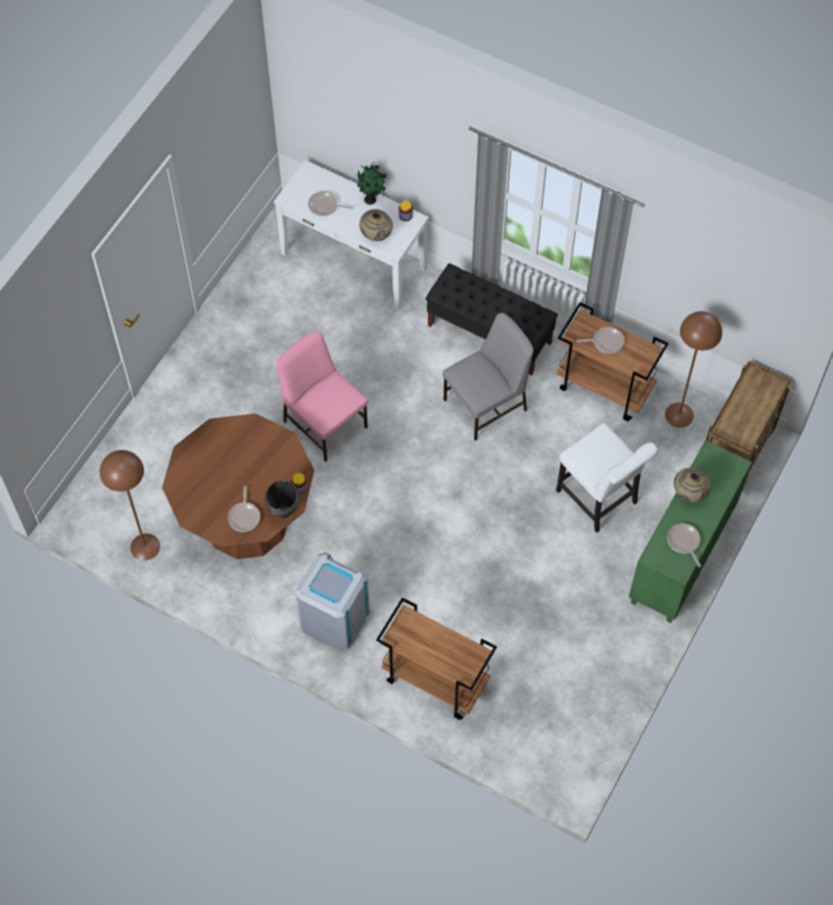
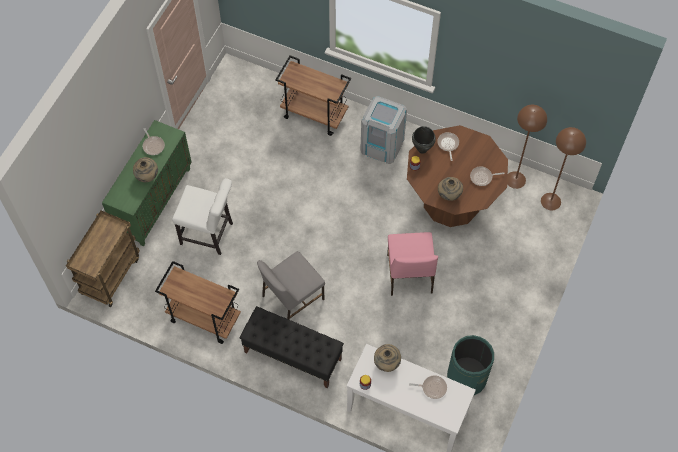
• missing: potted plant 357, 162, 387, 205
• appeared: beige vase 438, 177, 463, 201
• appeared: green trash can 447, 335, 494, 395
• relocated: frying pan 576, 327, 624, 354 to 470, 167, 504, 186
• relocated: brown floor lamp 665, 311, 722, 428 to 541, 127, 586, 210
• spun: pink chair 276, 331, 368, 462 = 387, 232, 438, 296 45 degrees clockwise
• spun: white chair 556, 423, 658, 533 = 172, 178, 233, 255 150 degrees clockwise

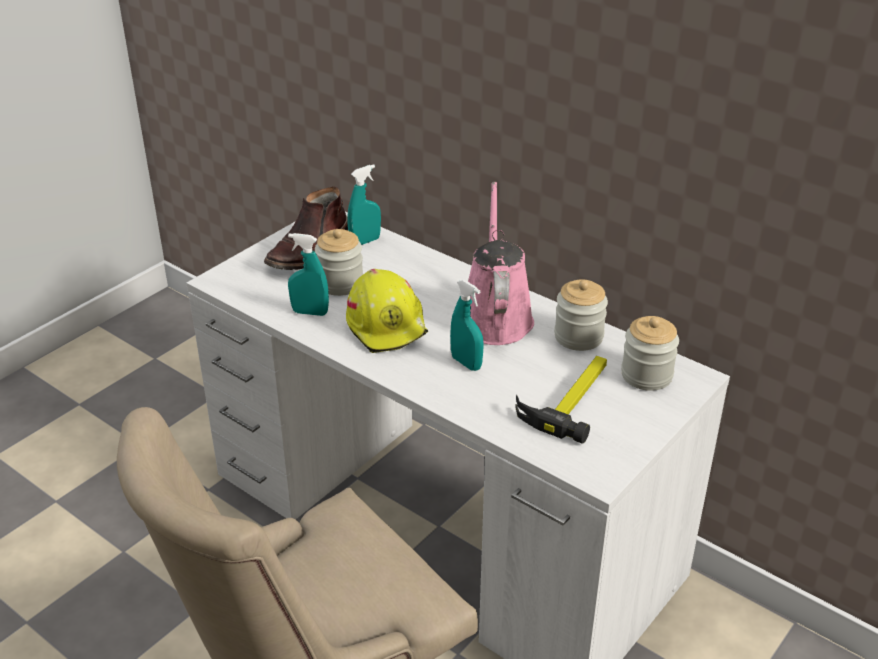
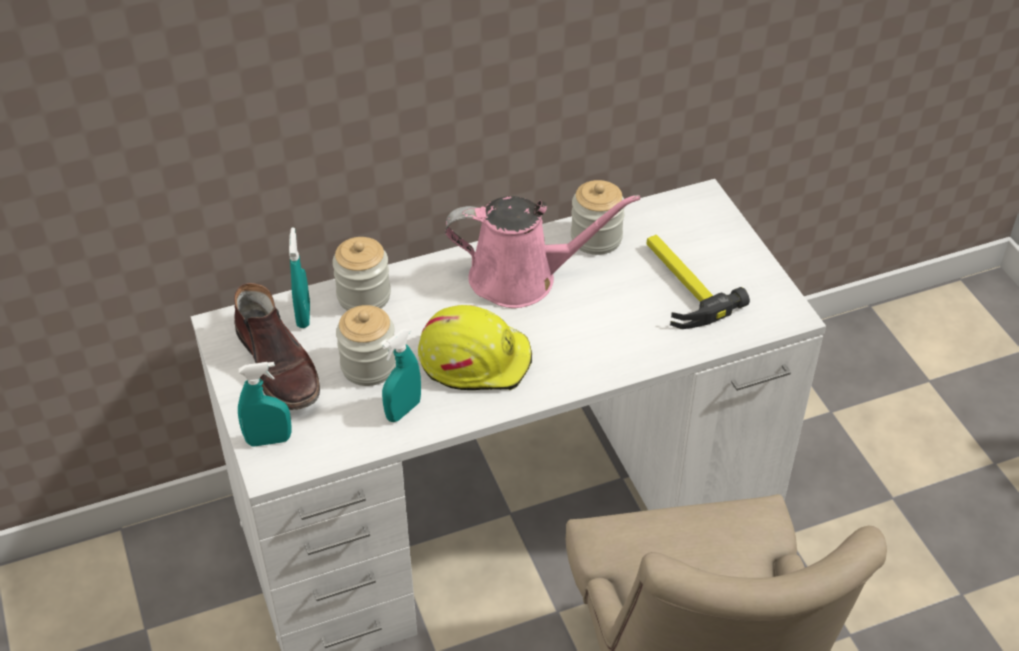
• relocated: turquoise spray bottle 450, 280, 484, 371 to 238, 362, 291, 447
• relocated: jar 621, 316, 679, 391 to 332, 237, 391, 311
• spun: pink watering can 468, 182, 534, 345 = 445, 195, 640, 308 150 degrees clockwise

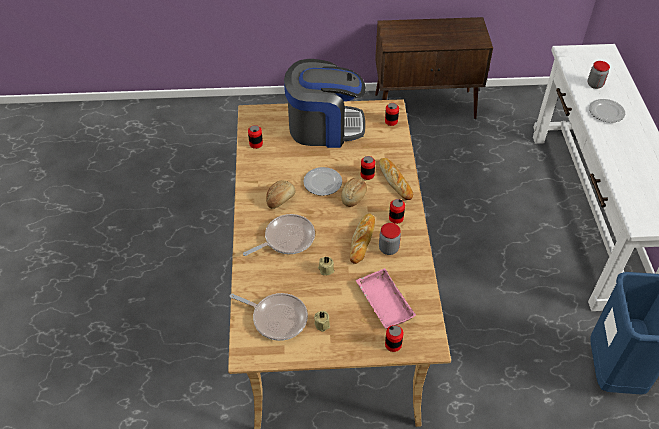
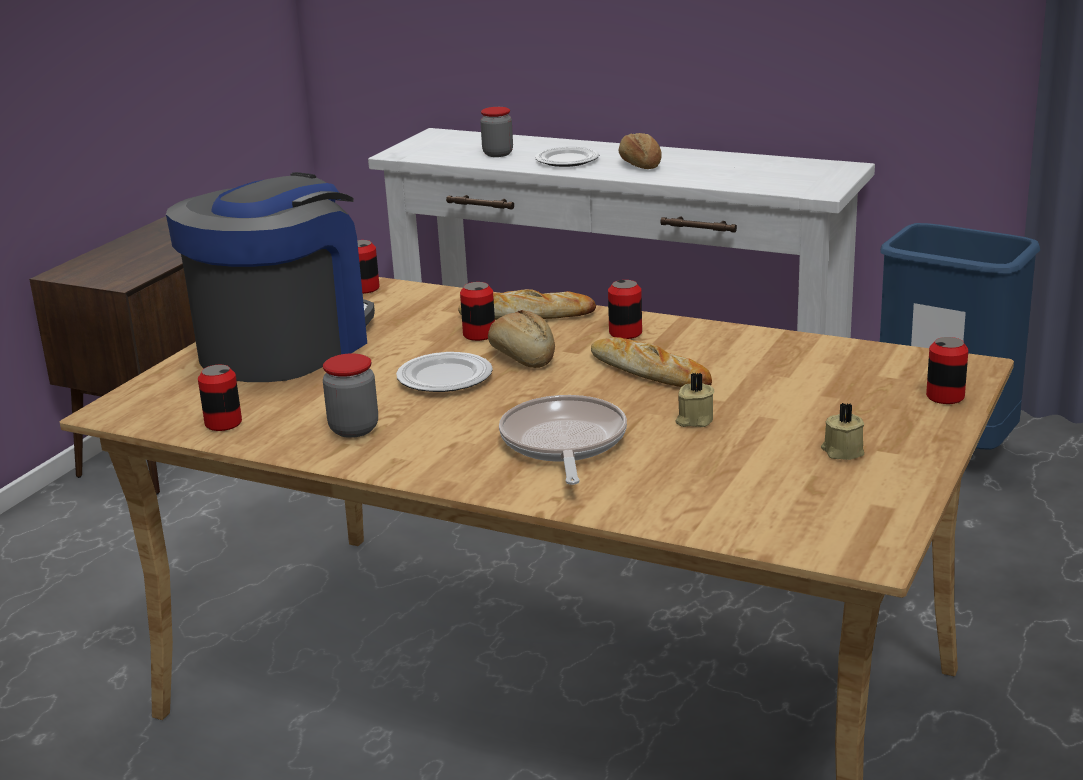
• missing: frying pan 230, 293, 308, 341
• missing: pink tray 356, 268, 416, 329
• relocated: bread 266, 180, 296, 209 to 619, 133, 662, 169
• relocated: jar 379, 223, 401, 255 to 323, 353, 378, 438

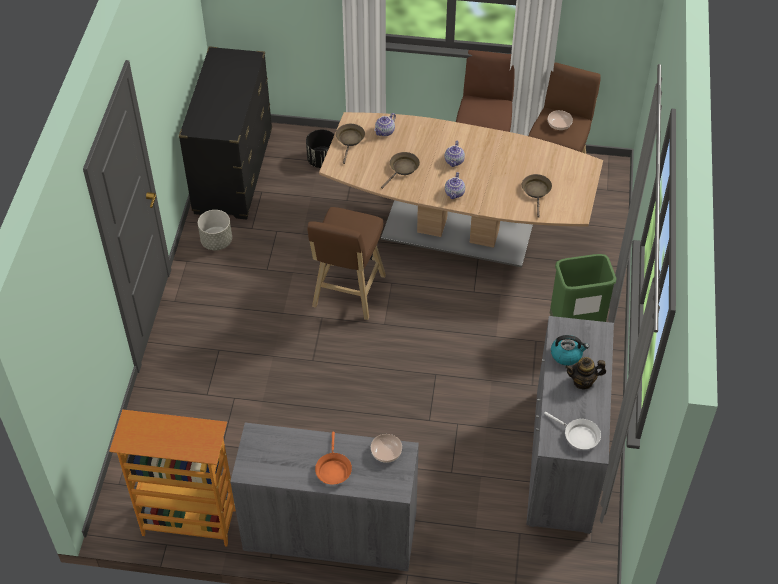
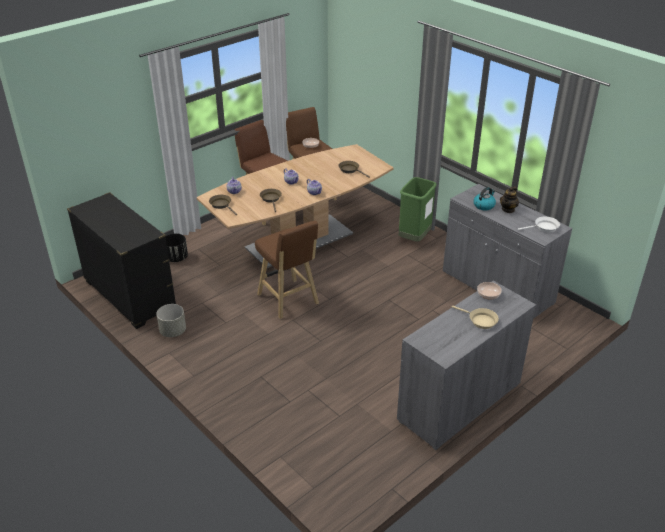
• missing: bookcase 109, 409, 236, 547
• colour: orange frying pan 315, 431, 352, 485 to beige frying pan 452, 306, 499, 329

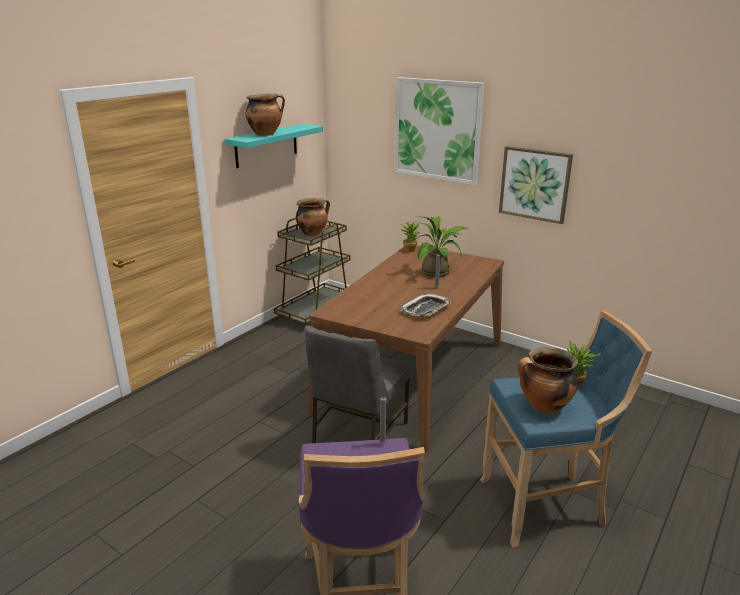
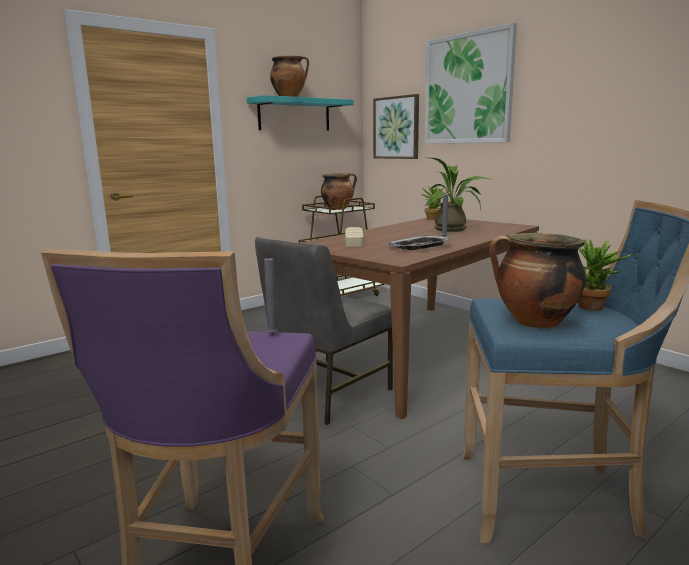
• appeared: beige tray 345, 227, 364, 247
• relocated: picture 499, 146, 573, 224 to 373, 94, 419, 159

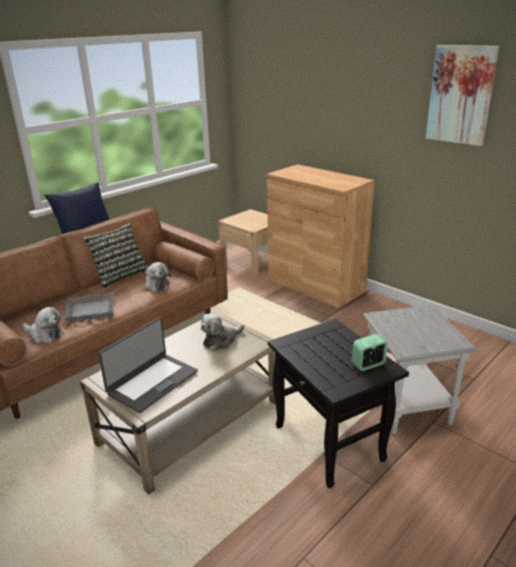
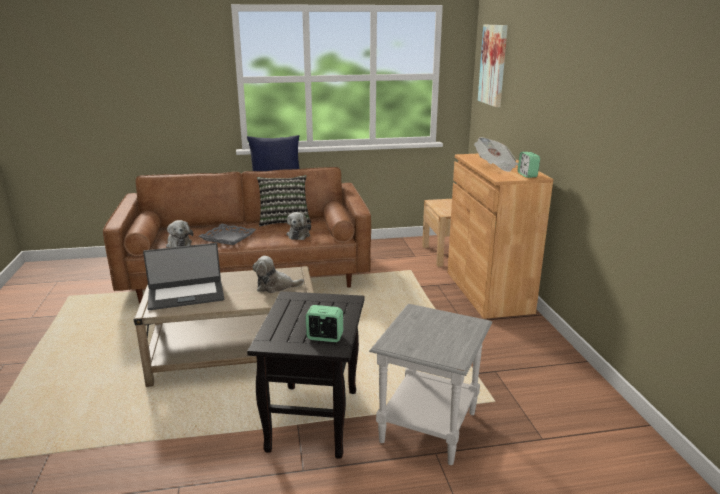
• appeared: newspaper 474, 137, 518, 172
• appeared: alarm clock 518, 152, 540, 178
• relocated: picture 426, 45, 499, 146 to 478, 25, 508, 107

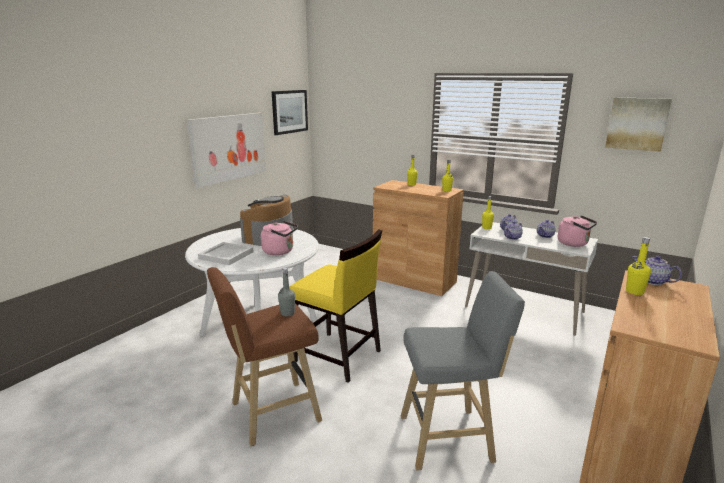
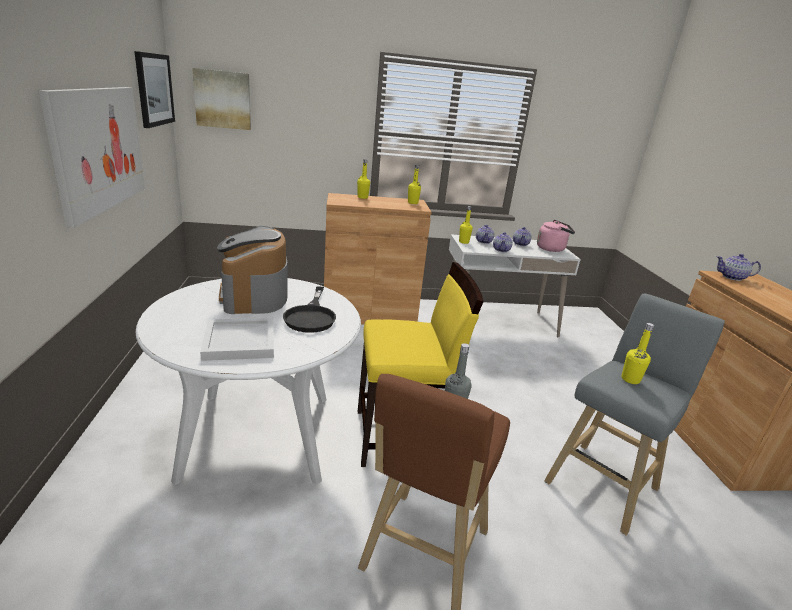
• relocated: picture 605, 97, 672, 152 to 192, 68, 251, 130
• relocated: yellow bottle 626, 237, 651, 295 to 622, 323, 654, 384
• exchanged: pink kettle 261, 221, 298, 255 to black frying pan 283, 286, 336, 333

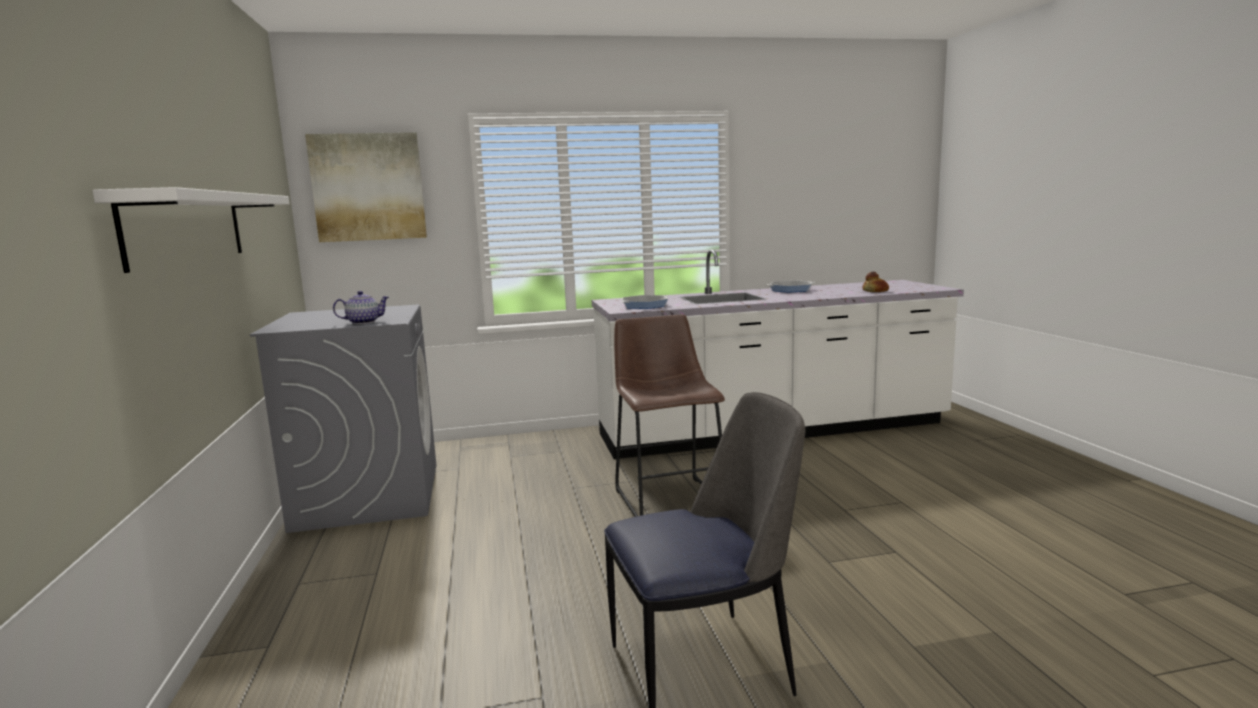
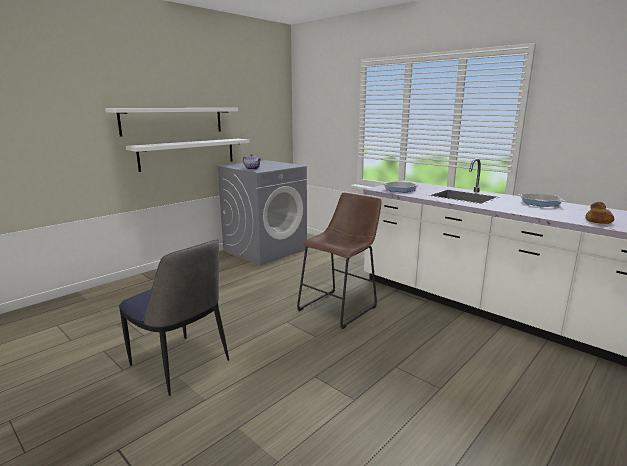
• missing: picture 305, 132, 427, 242
• appeared: white shelf 126, 139, 250, 172

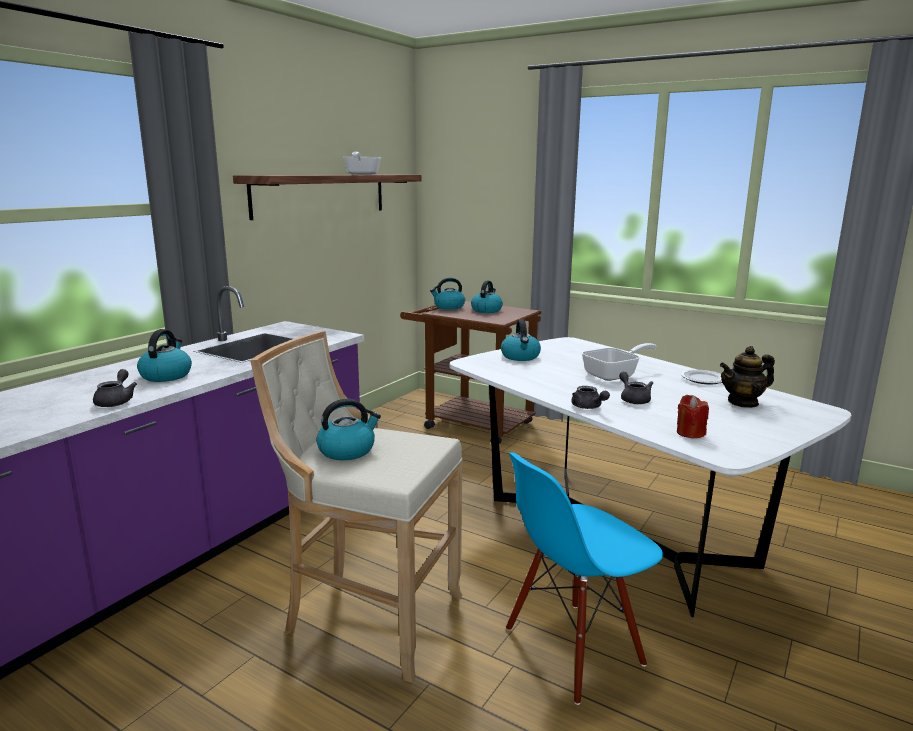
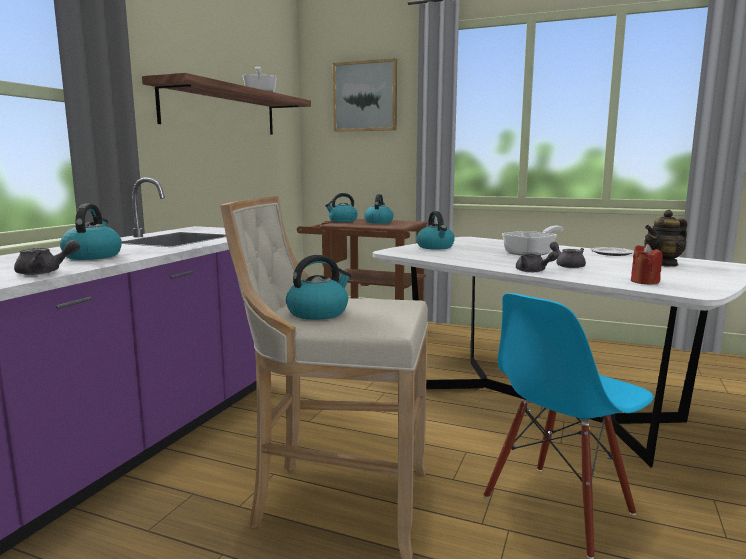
• appeared: picture 333, 58, 397, 132
• spun: grey teapot 93, 369, 137, 407 = 14, 240, 80, 275 75 degrees clockwise

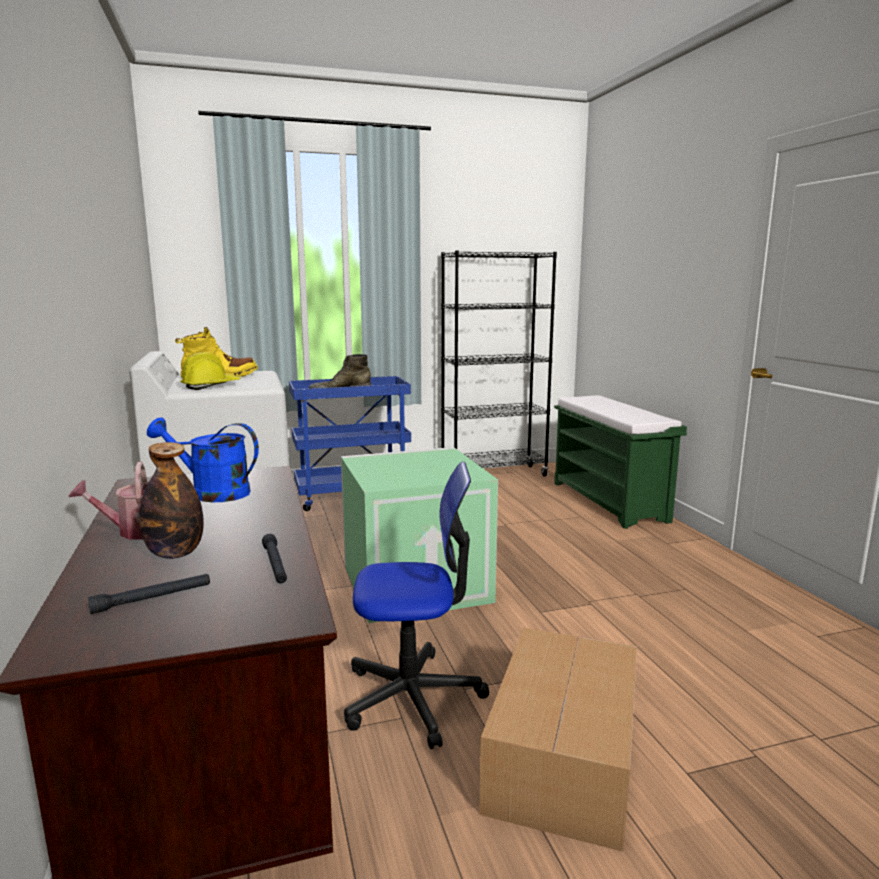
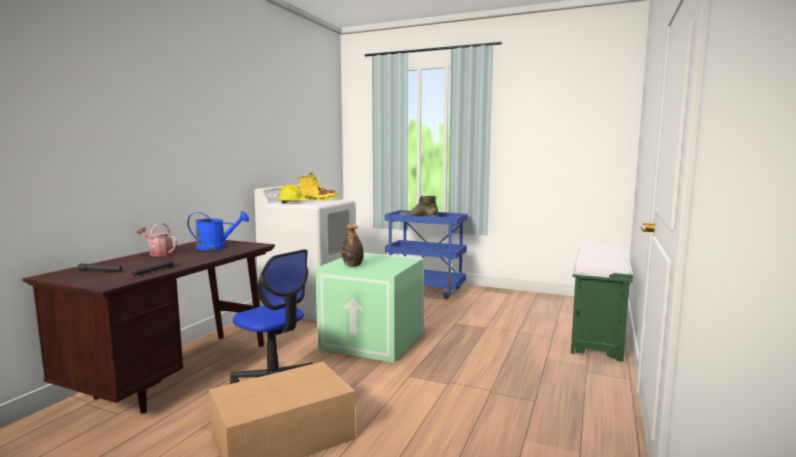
• missing: black bookcase 441, 251, 557, 477
• relocated: bottle 139, 442, 204, 559 to 342, 224, 364, 267
• spun: blue watering can 147, 417, 259, 502 = 187, 211, 249, 250 120 degrees clockwise

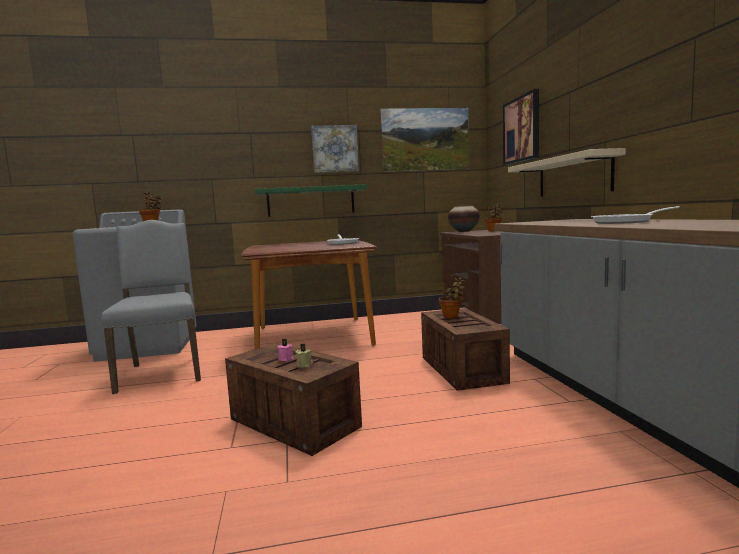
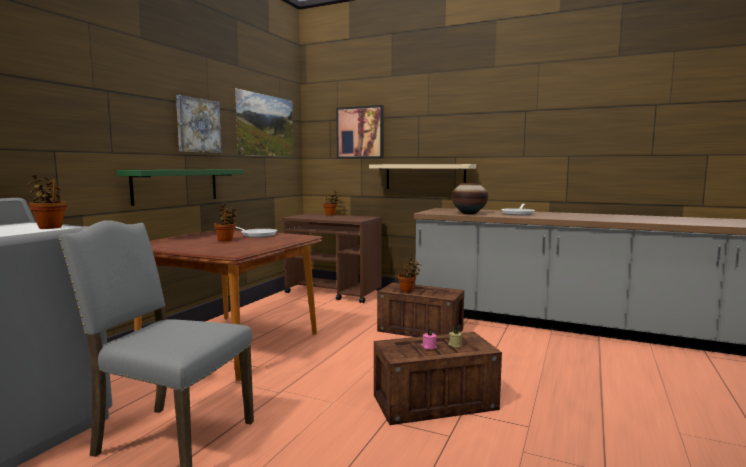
• appeared: potted plant 214, 204, 238, 241
• relocated: vase 448, 204, 480, 232 to 452, 183, 488, 214

